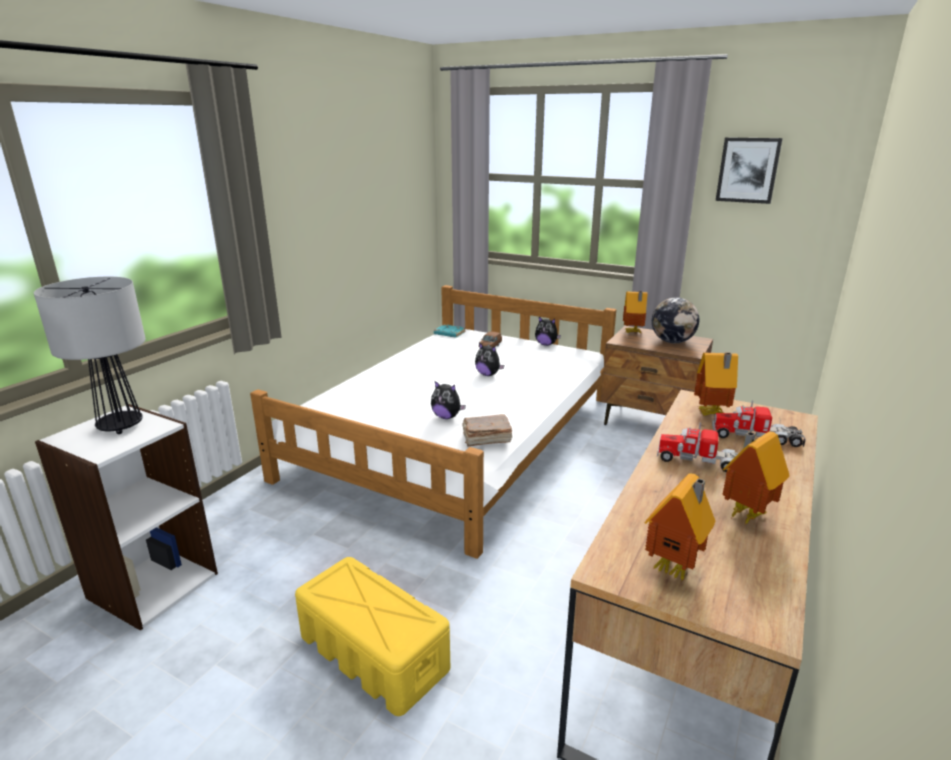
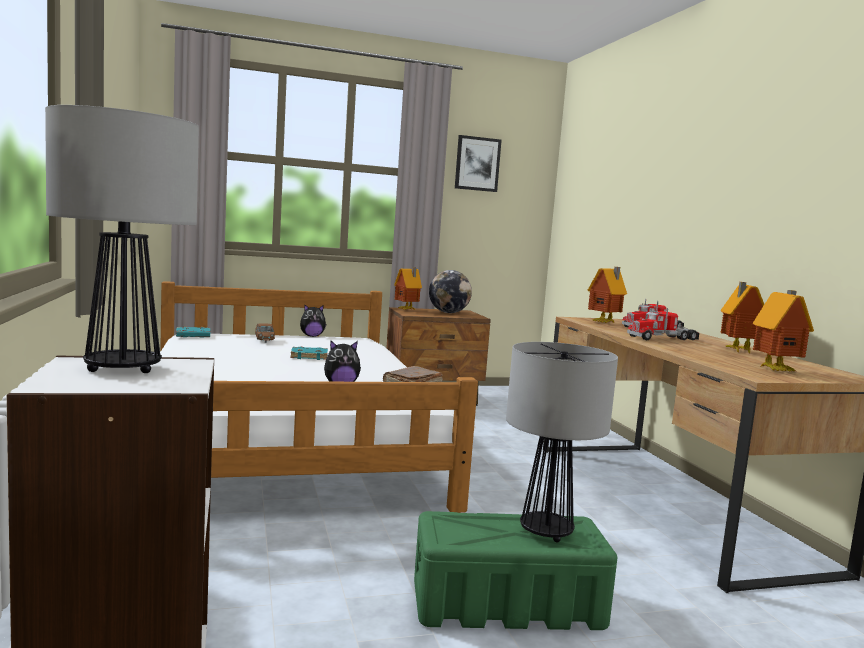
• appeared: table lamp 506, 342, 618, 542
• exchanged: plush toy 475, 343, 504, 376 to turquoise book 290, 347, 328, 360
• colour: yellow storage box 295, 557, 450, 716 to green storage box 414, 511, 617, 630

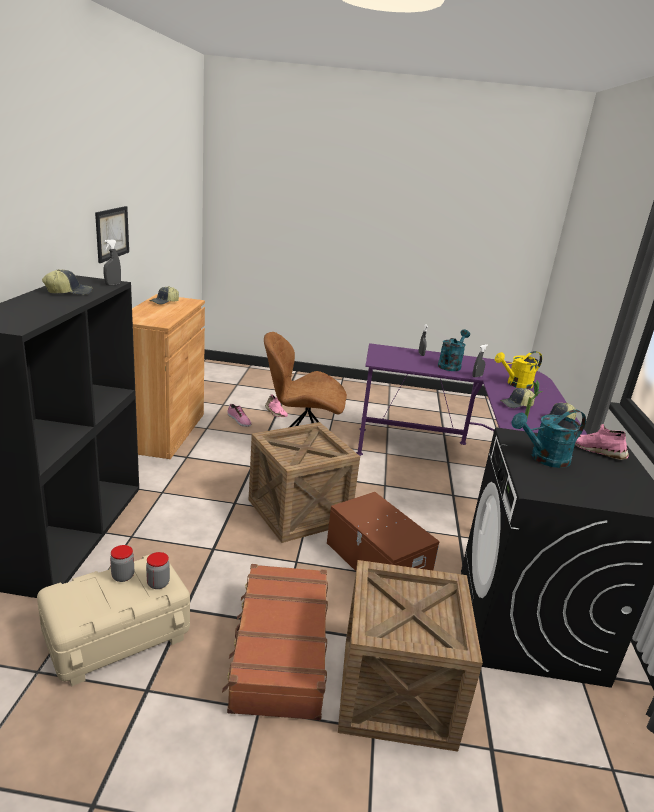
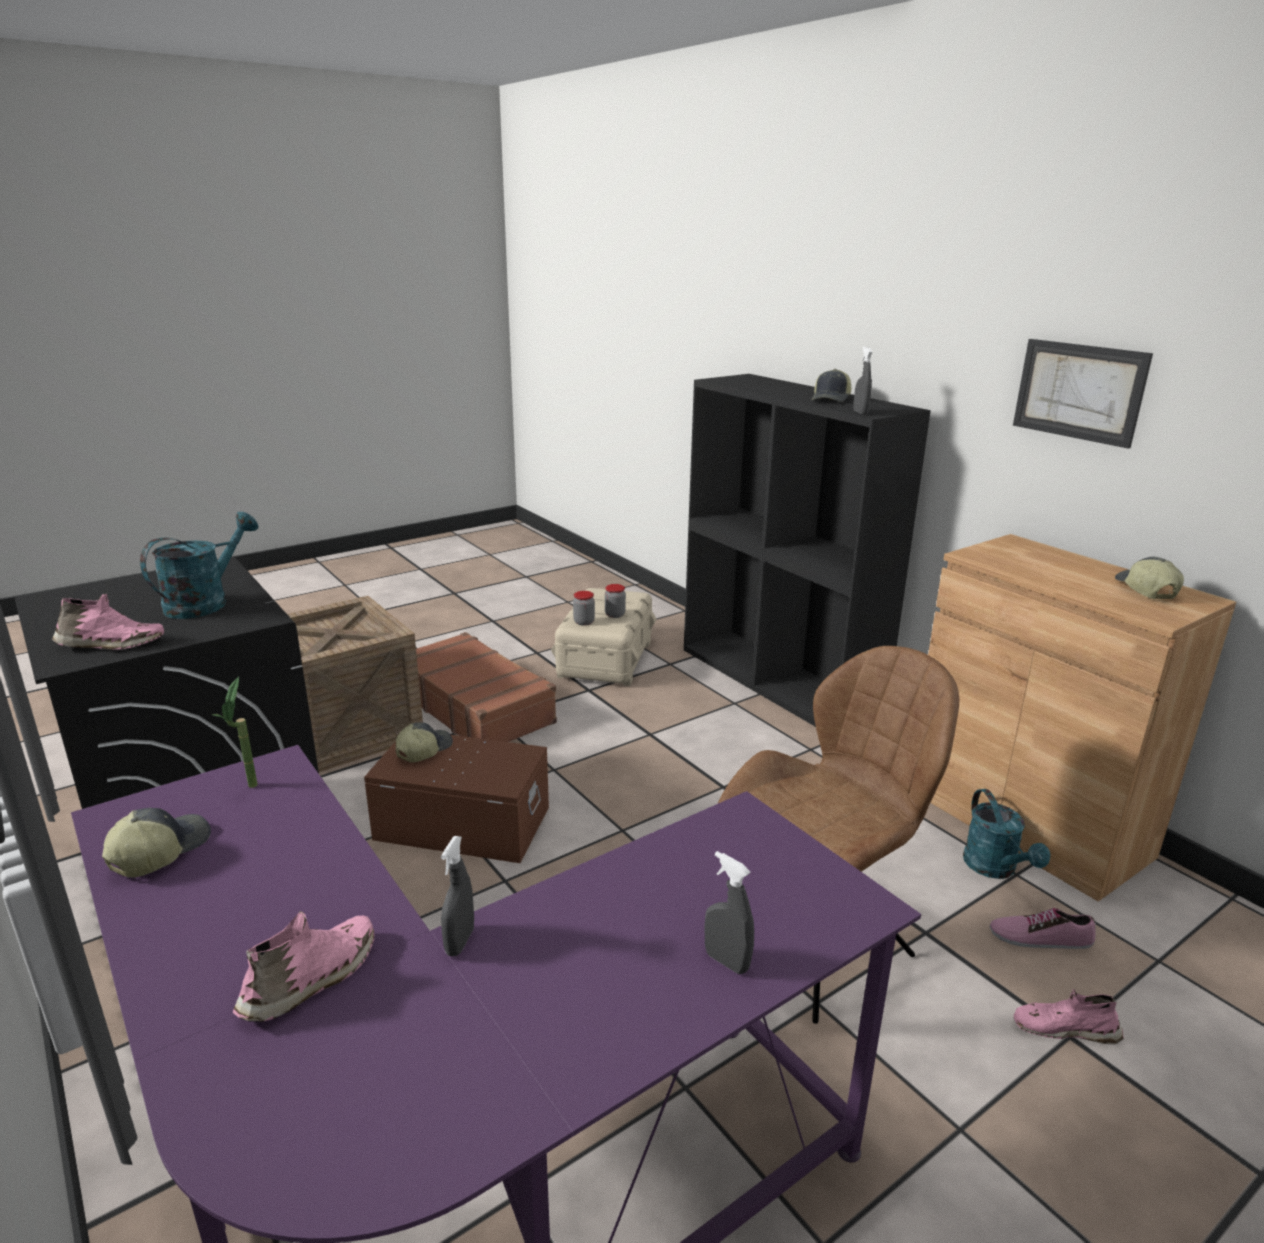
• missing: crate 249, 422, 360, 543
• relocated: turquoise watering can 438, 329, 470, 371 to 963, 789, 1050, 879
• relocated: cap 500, 388, 535, 408 to 396, 722, 453, 762
• exchanged: yellow watering can 495, 351, 542, 389 to pink shoe 233, 911, 374, 1022

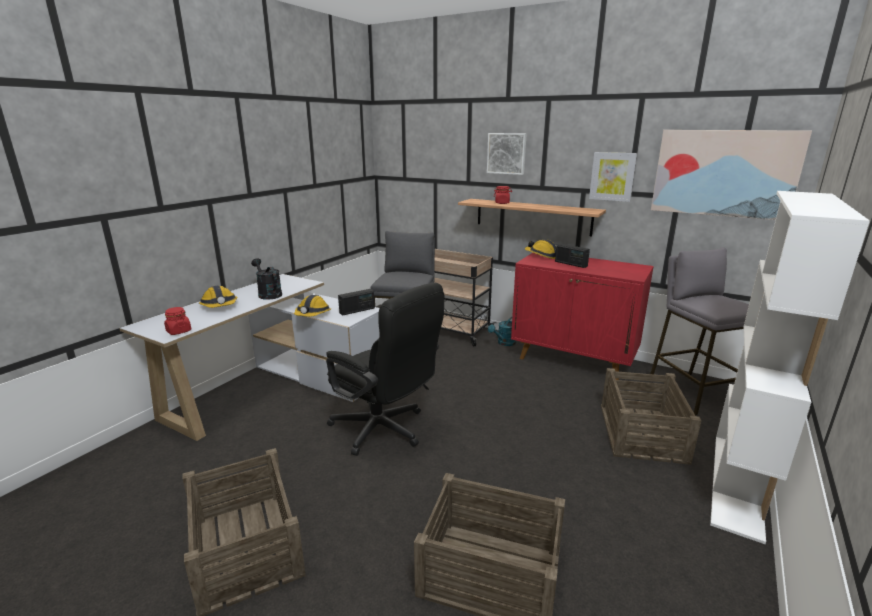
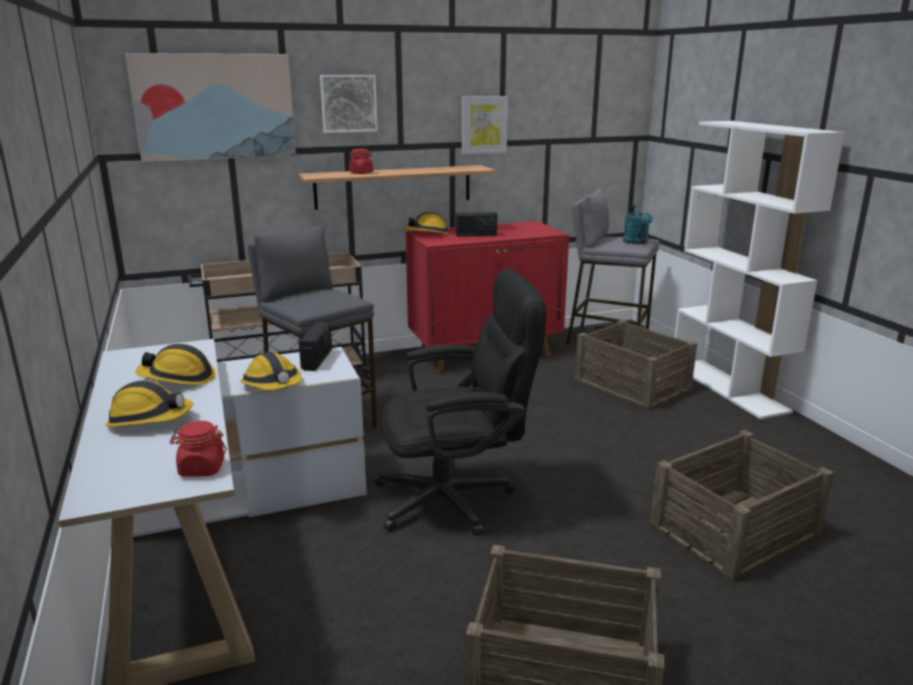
• relocated: turquoise watering can 488, 317, 516, 346 to 623, 205, 653, 244
• relocated: picture 651, 130, 812, 220 to 125, 53, 296, 162
• exchanged: black watering can 251, 258, 282, 300 to hard hat 136, 344, 216, 385

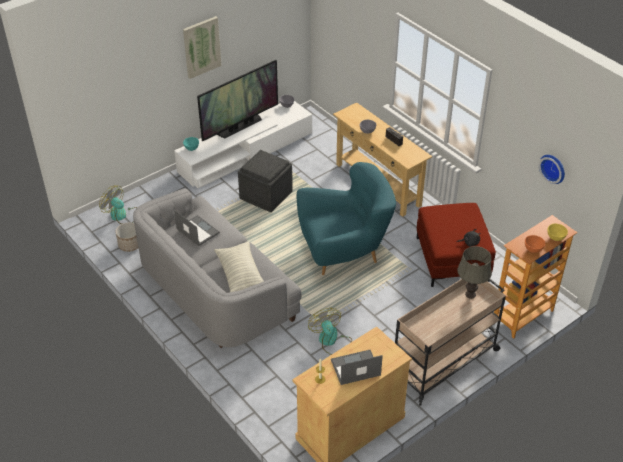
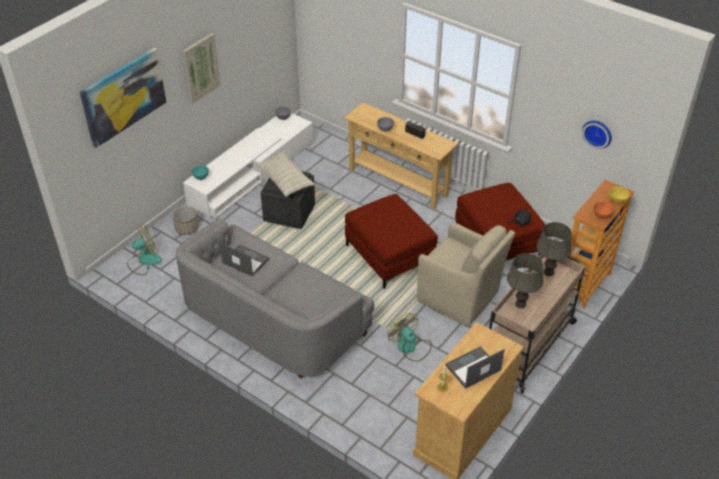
• missing: television 197, 60, 278, 141
• appeared: picture 79, 48, 166, 148
• appeared: beige armchair 417, 222, 515, 327
• appeared: grey table lamp 507, 253, 543, 308
• relocated: planter 116, 223, 138, 252 to 172, 206, 199, 235
• relocated: pillow 214, 241, 264, 292 to 255, 152, 315, 197
• exchanged: turquoise armchair 297, 162, 396, 275 to red ottoman 345, 194, 438, 289
• spun: fan 99, 185, 137, 224 = 127, 225, 162, 275 135 degrees clockwise

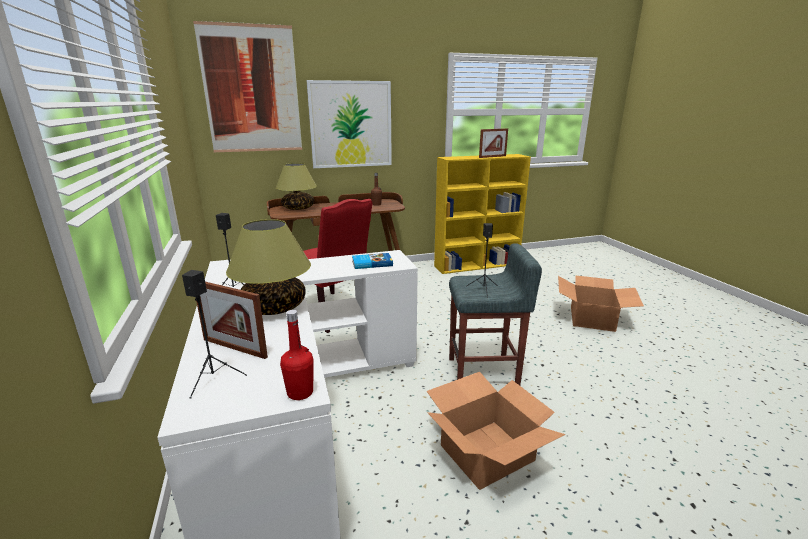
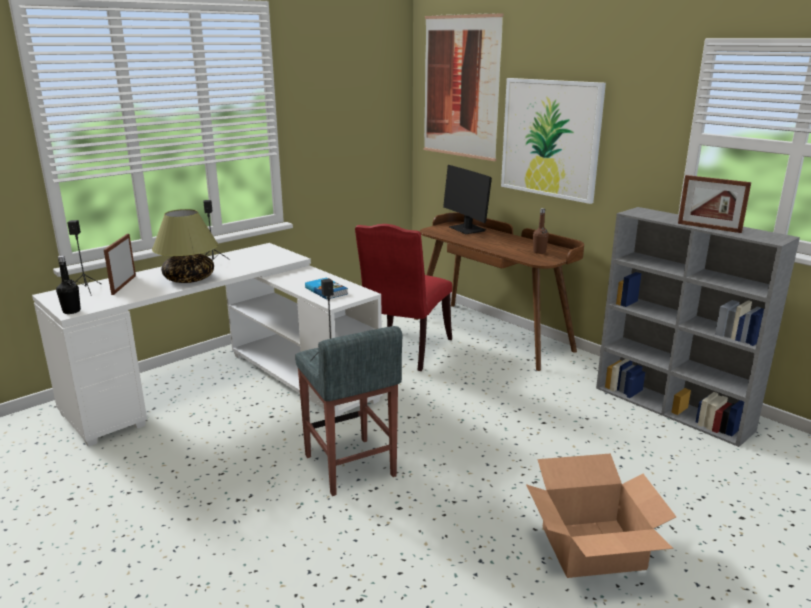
• missing: cardboard box 427, 372, 565, 490
• exchanged: table lamp 276, 163, 317, 210 to monitor 443, 165, 492, 234
• colour: red bottle 280, 310, 314, 400 to black bottle 56, 255, 81, 314
• colour: yellow bookcase 434, 154, 531, 274 to grey bookcase 596, 207, 800, 447

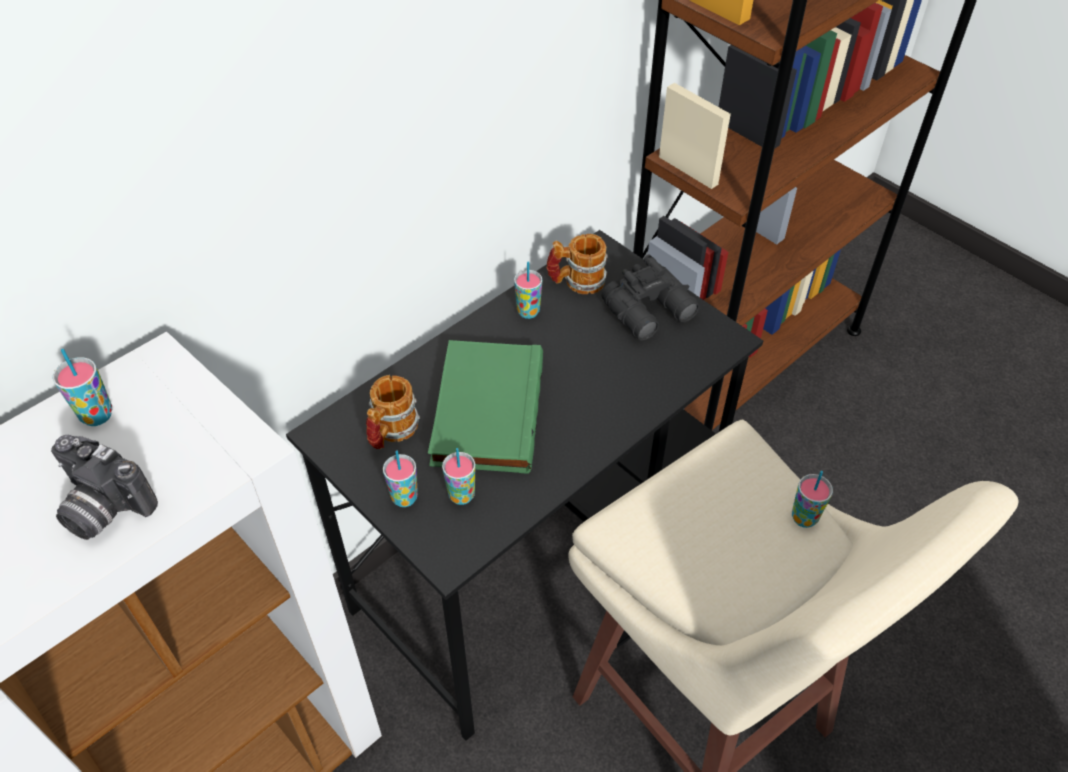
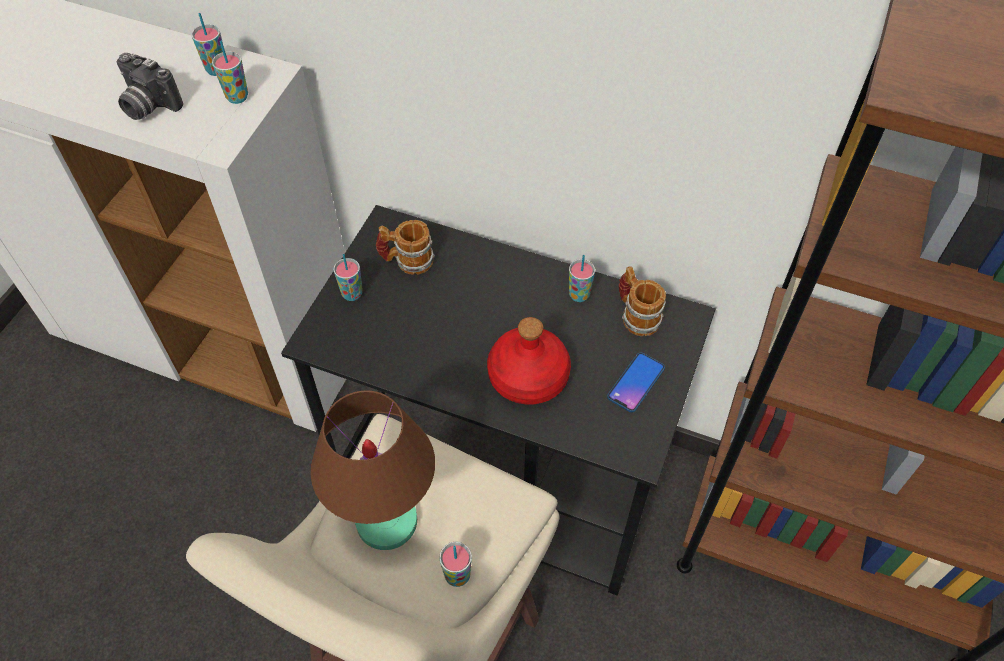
• missing: green book 428, 340, 543, 474
• appeared: brown table lamp 310, 390, 435, 550
• appeared: red bottle 487, 317, 571, 404
• relocated: cup 442, 448, 476, 505 to 212, 41, 248, 104
• exchanged: black binoculars 602, 254, 700, 341 to phone 607, 352, 665, 412
• spun: photo camera 51, 435, 158, 540 = 117, 53, 183, 120 60 degrees counterclockwise

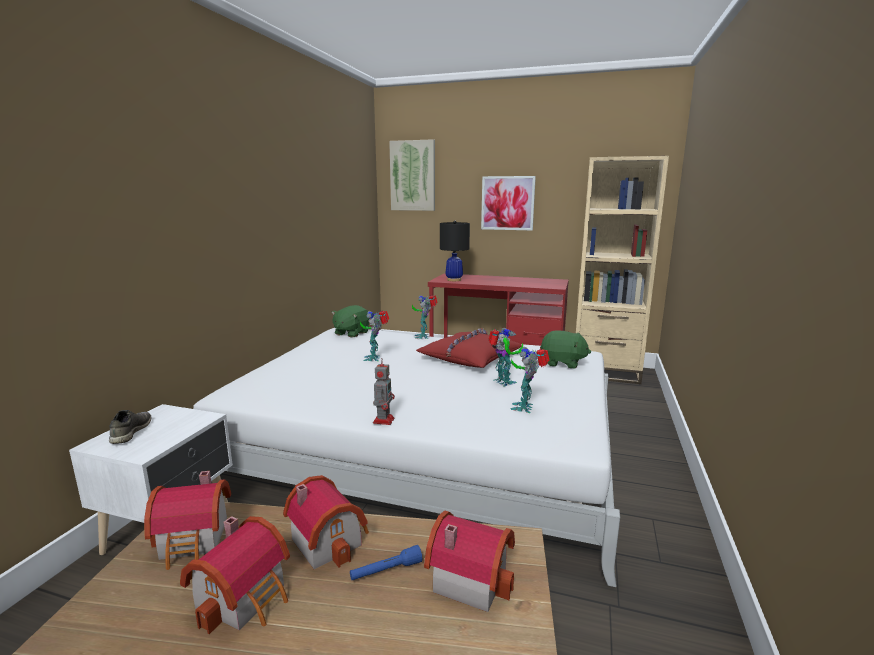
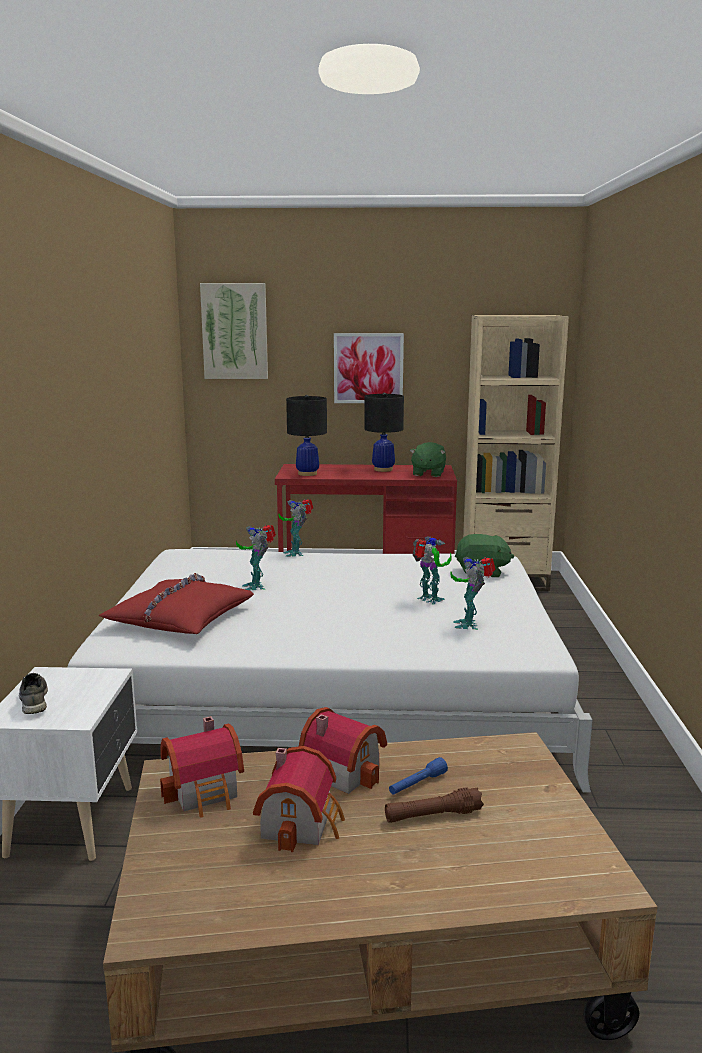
• missing: toy robot 373, 358, 395, 425
• missing: toy house 424, 510, 515, 612
• appeared: black table lamp 364, 393, 404, 472
• appeared: brown flashlight 385, 787, 484, 823
• relocated: green plush toy 331, 305, 370, 338 to 410, 442, 446, 477
• relocated: red pillow 416, 328, 522, 368 to 99, 573, 254, 634

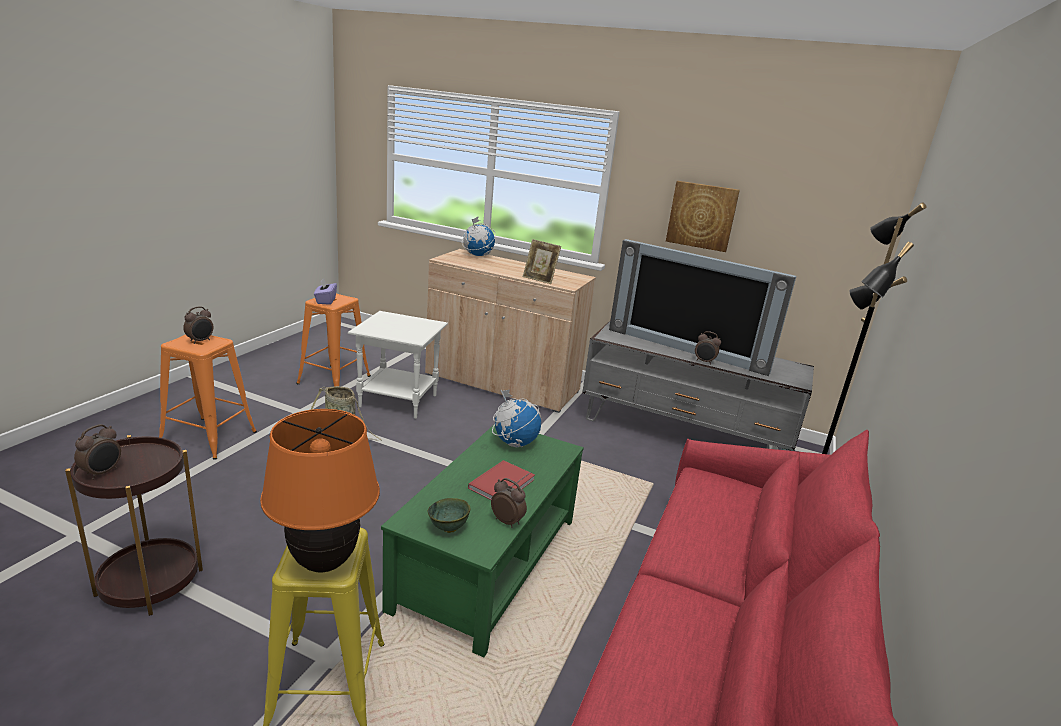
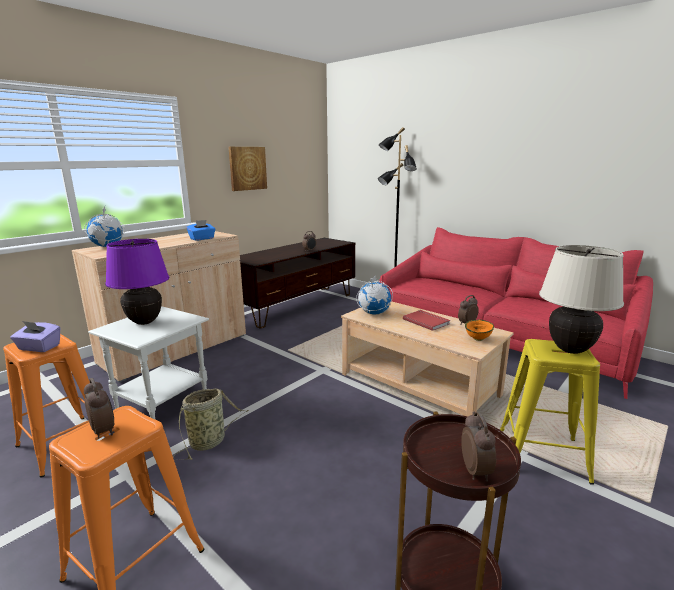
• missing: television 609, 239, 796, 376
• appeared: purple table lamp 105, 239, 169, 325
• exchanged: picture frame 523, 239, 561, 284 to blue tissue box 186, 220, 216, 241
• colour: orange table lamp 260, 409, 380, 572 to beige table lamp 539, 245, 624, 354
• colour: green coffee table 381, 425, 584, 657 to beige coffee table 341, 301, 513, 416
• colour: green bowl 428, 498, 471, 533 to orange bowl 465, 320, 494, 341
• colour: grey tv stand 582, 321, 814, 451 to brown tv stand 240, 238, 355, 329
• spun: alarm clock 74, 424, 121, 480 = 461, 411, 496, 482 45 degrees clockwise

